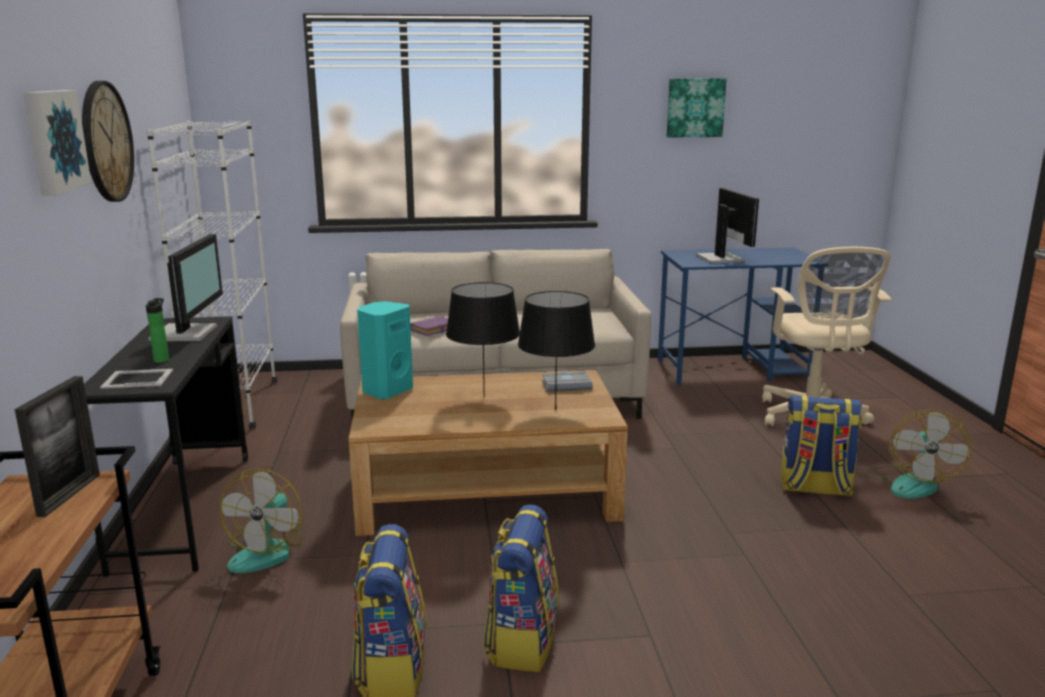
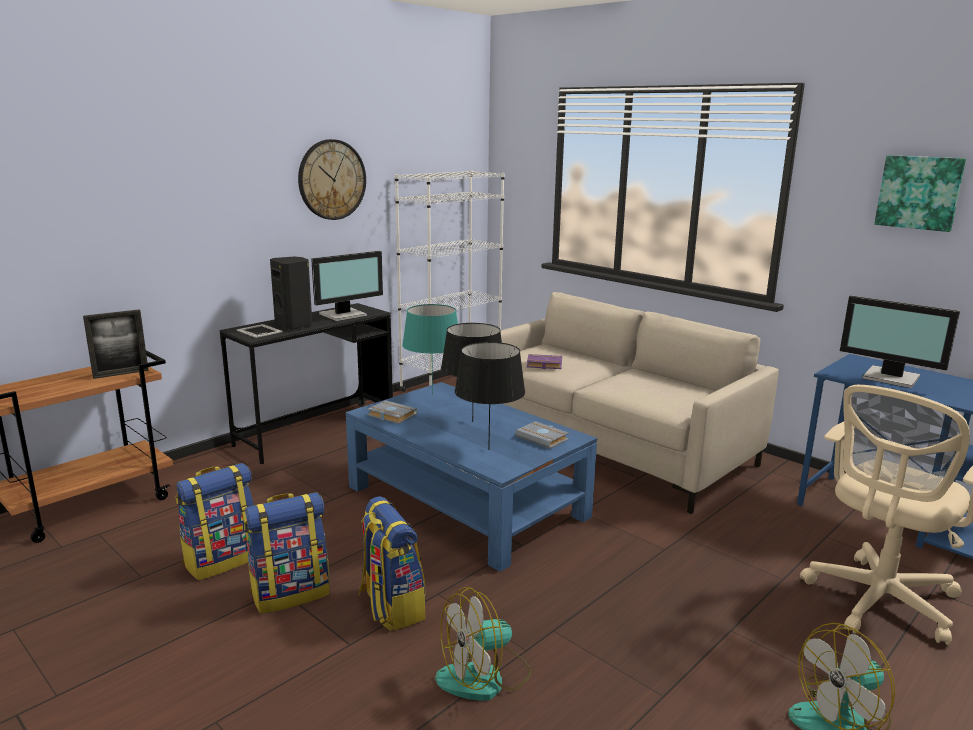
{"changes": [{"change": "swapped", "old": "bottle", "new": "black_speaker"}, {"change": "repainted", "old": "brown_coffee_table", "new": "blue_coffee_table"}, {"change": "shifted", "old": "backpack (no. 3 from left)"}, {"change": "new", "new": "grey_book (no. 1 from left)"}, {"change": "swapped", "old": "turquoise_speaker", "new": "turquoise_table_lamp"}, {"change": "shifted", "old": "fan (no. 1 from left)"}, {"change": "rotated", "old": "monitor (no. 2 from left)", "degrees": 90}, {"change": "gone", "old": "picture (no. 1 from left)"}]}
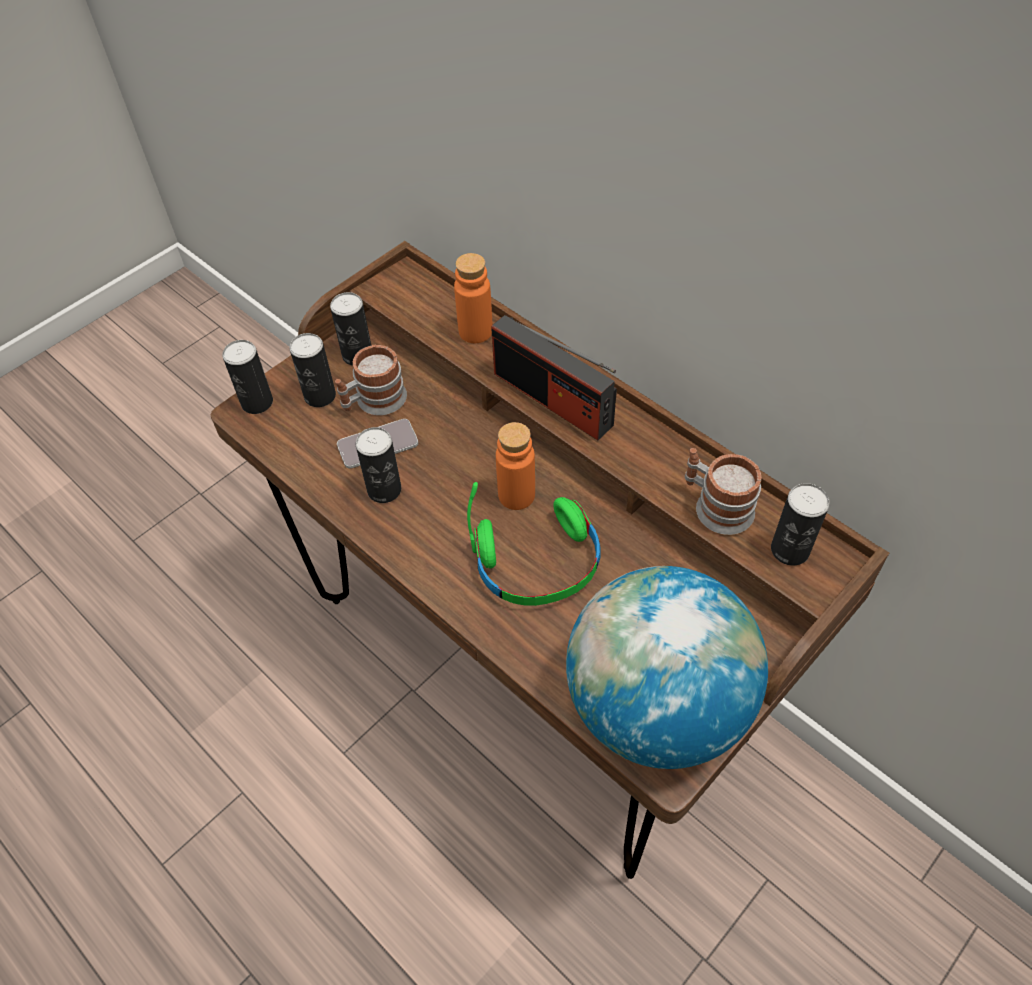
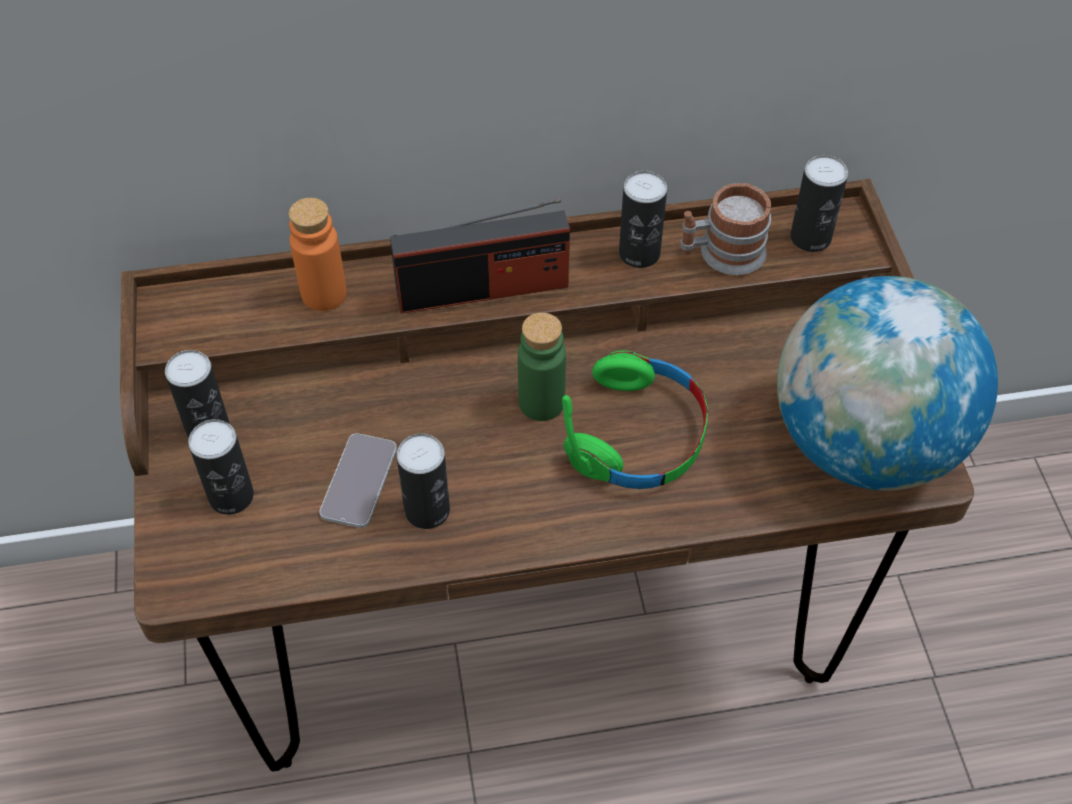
{"changes": [{"change": "repainted", "old": "orange_bottle (no. 2 from left)", "new": "green_bottle"}, {"change": "shifted", "old": "can (no. 1 from left in the first image)", "new": "can (no. 4 from left)"}, {"change": "gone", "old": "mug (no. 1 from left)"}]}
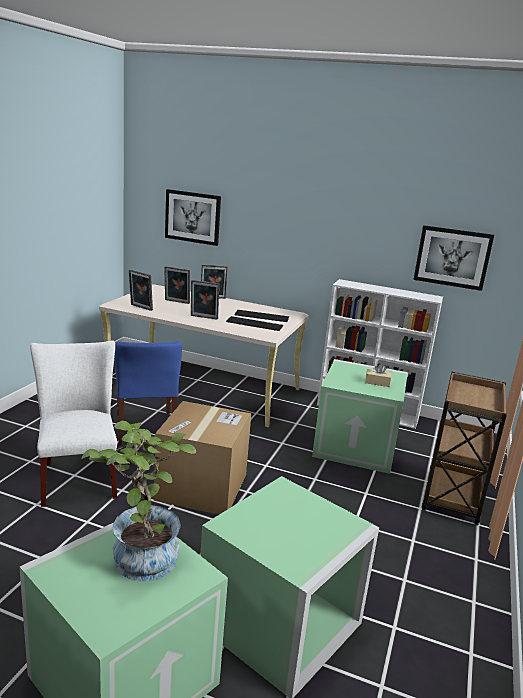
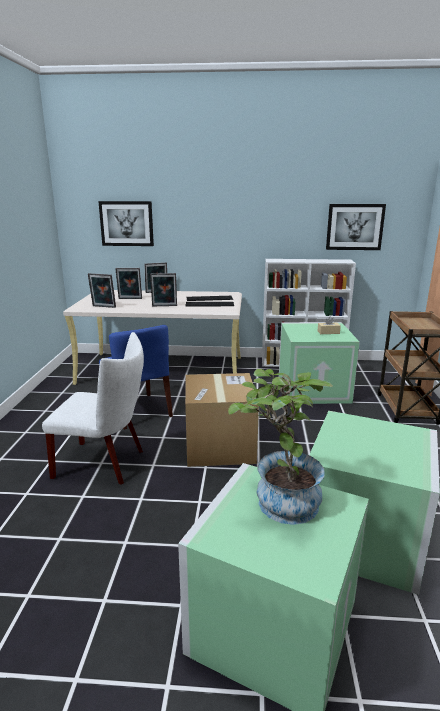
{"changes": [{"change": "rotated", "old": "white_chair", "degrees": 135}]}
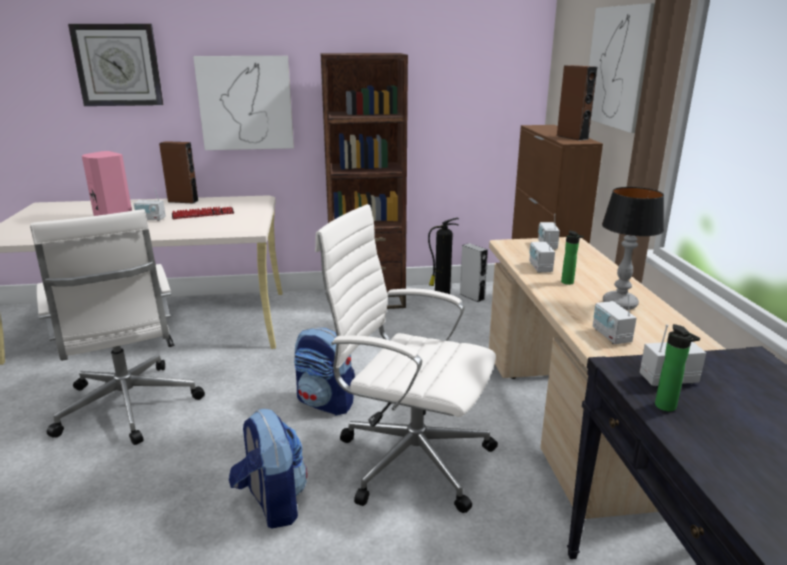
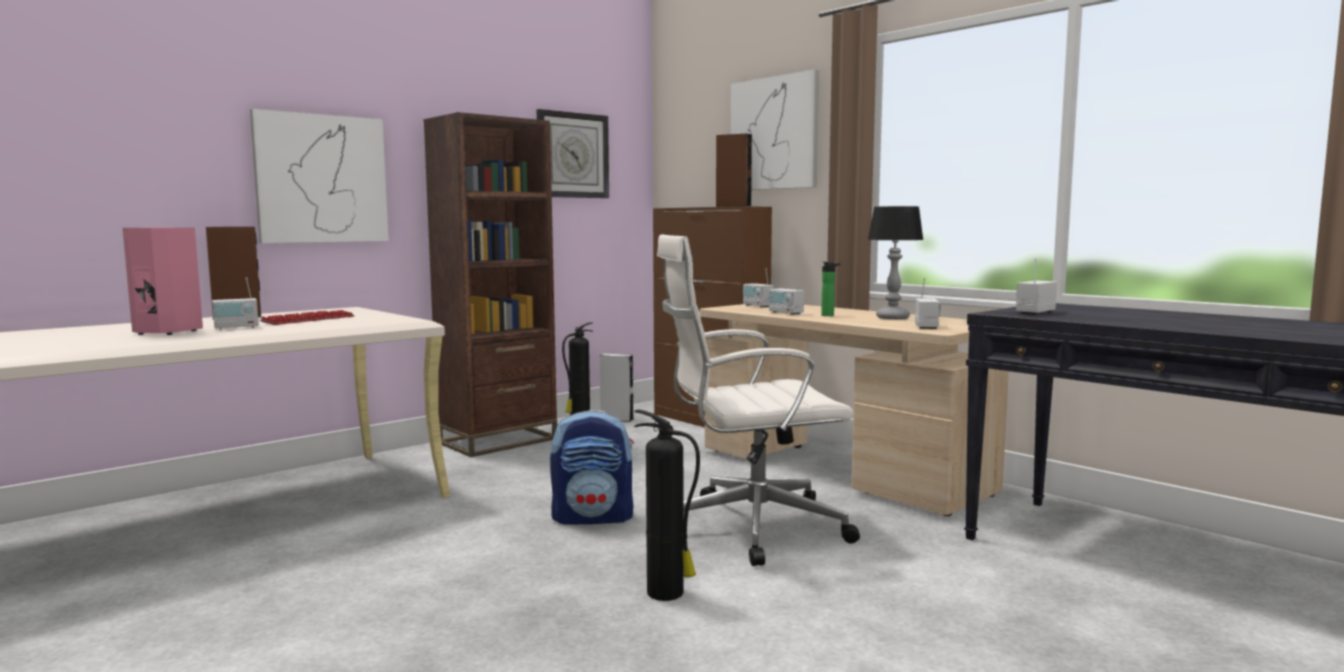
{"changes": [{"change": "shifted", "old": "wall_clock"}, {"change": "swapped", "old": "backpack (no. 1 from left)", "new": "fire_extinguisher (no. 2 from left)"}, {"change": "rotated", "old": "radio (no. 4 from left)", "degrees": -120}, {"change": "gone", "old": "white_office_chair (no. 1 from left)"}, {"change": "gone", "old": "bottle (no. 2 from left)"}]}
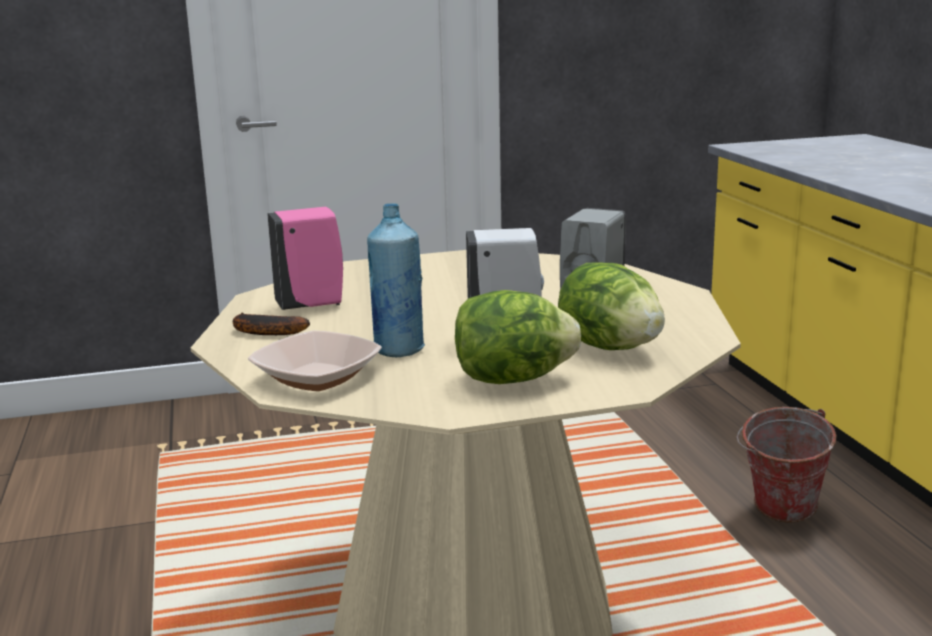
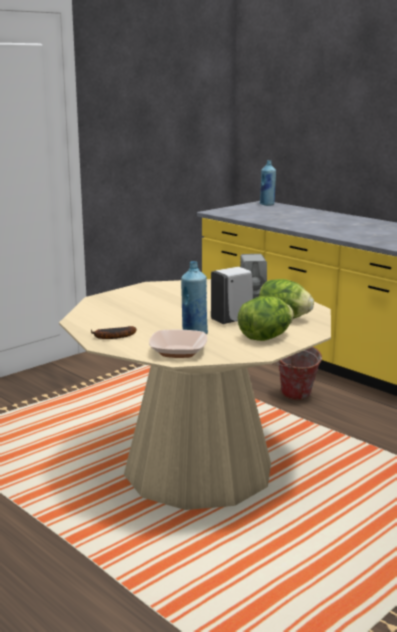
{"changes": [{"change": "new", "new": "blue_bottle (no. 2 from left)"}, {"change": "gone", "old": "pink_soap_dispenser"}]}
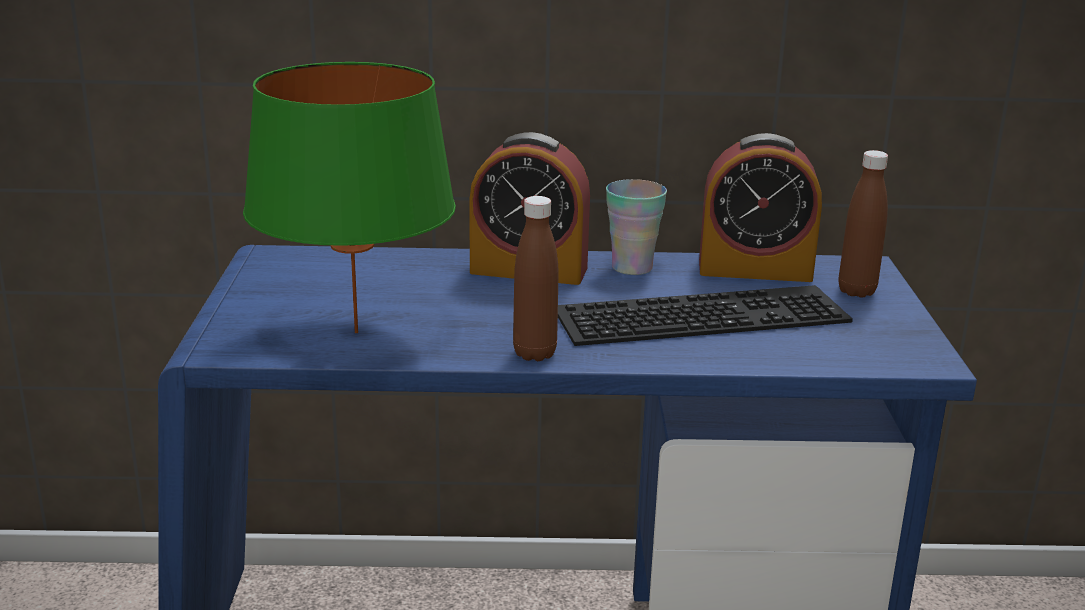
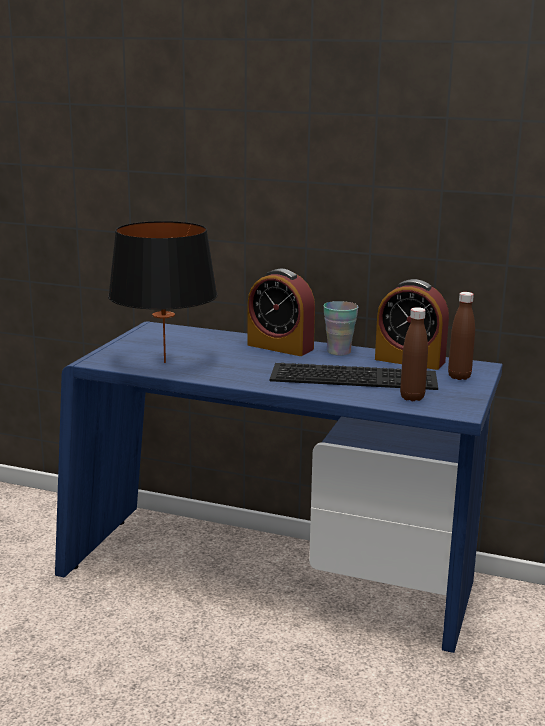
{"changes": [{"change": "repainted", "old": "green_table_lamp", "new": "black_table_lamp"}, {"change": "shifted", "old": "brown_bottle (no. 1 from left)"}]}
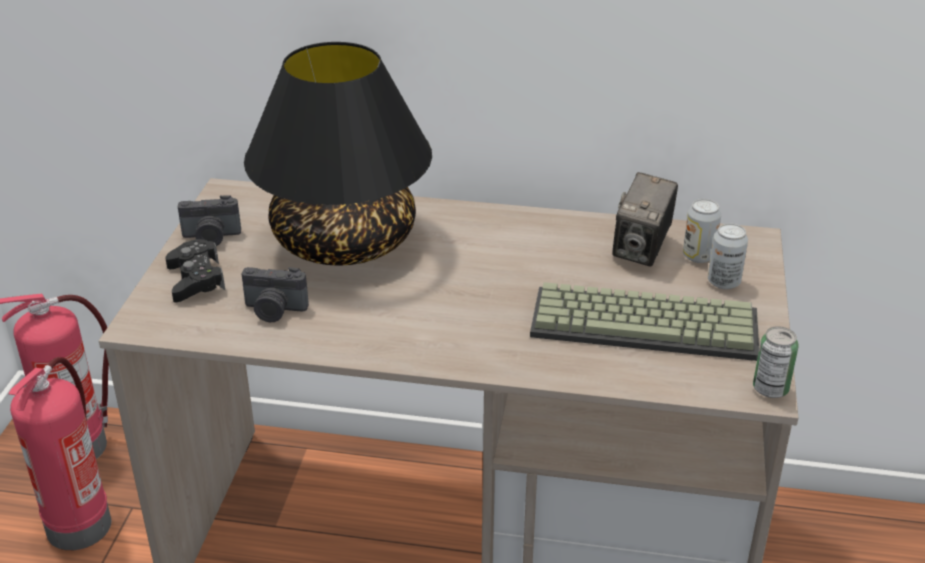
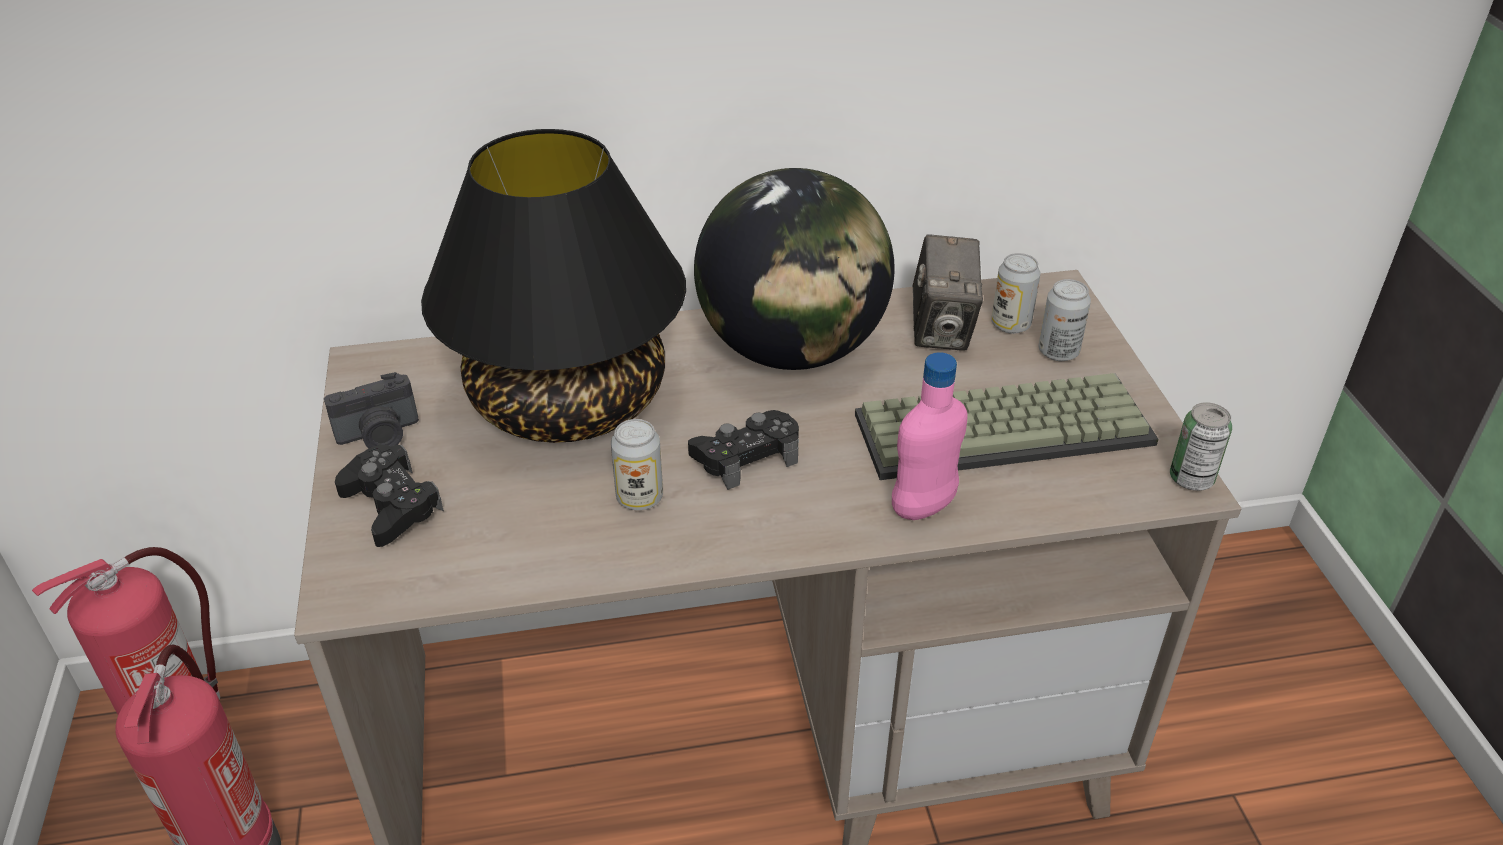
{"changes": [{"change": "new", "new": "can (no. 1 from left)"}, {"change": "new", "new": "black_game_controller (no. 2 from left)"}, {"change": "new", "new": "globe"}, {"change": "new", "new": "pink_bottle"}, {"change": "gone", "old": "photo_camera (no. 2 from left)"}]}
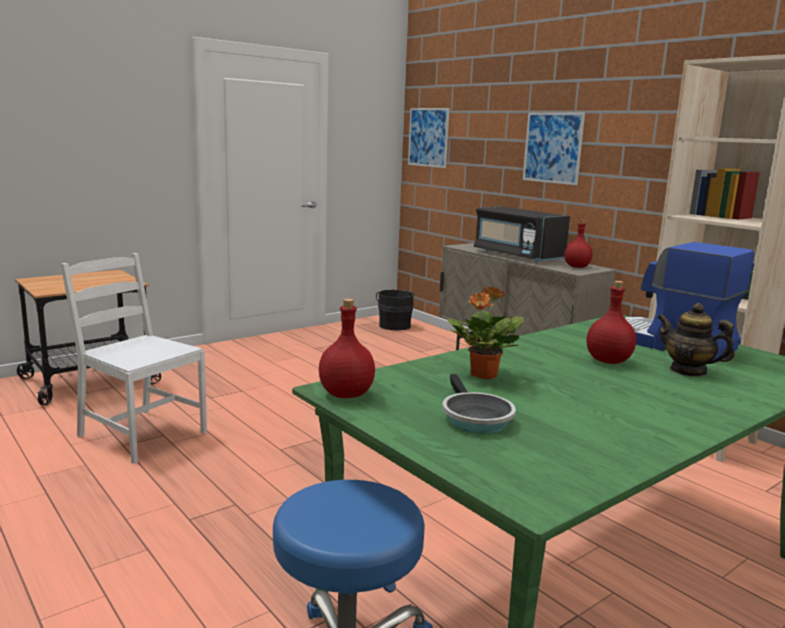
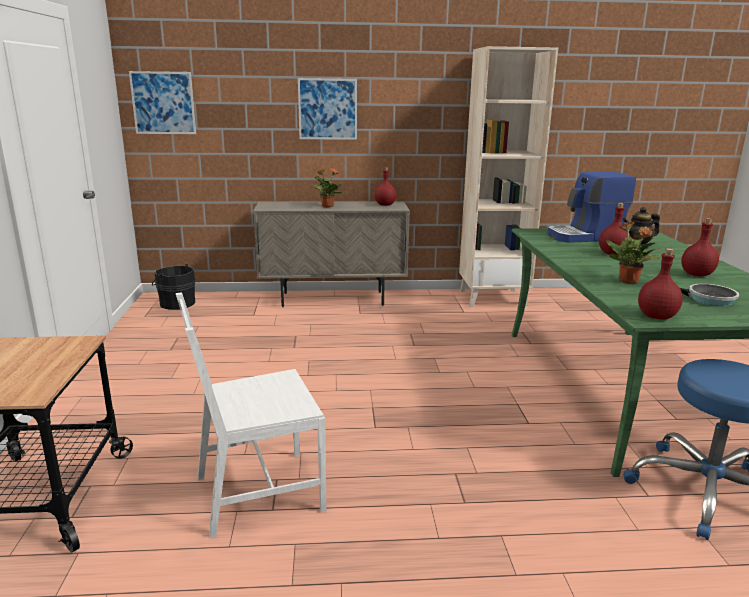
{"changes": [{"change": "swapped", "old": "black_microwave", "new": "potted_plant (no. 1 from left)"}, {"change": "new", "new": "red_bottle (no. 4 from left)"}]}
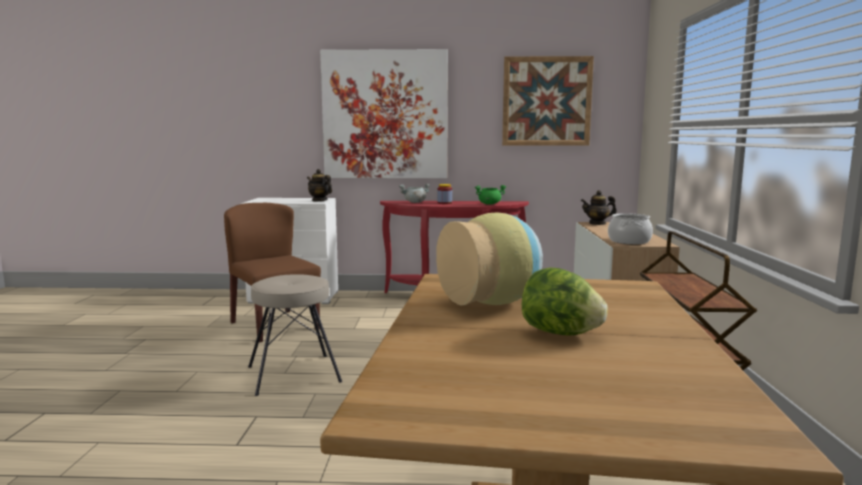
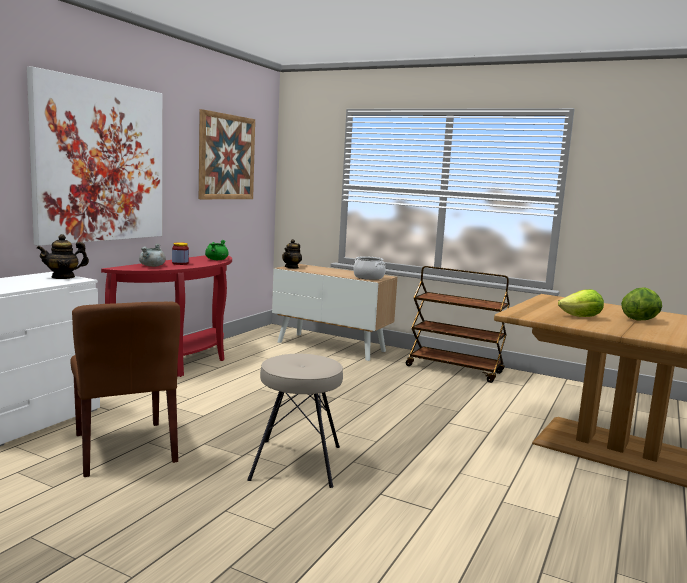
{"changes": [{"change": "rotated", "old": "brown_chair", "degrees": -105}, {"change": "swapped", "old": "vase", "new": "lettuce (no. 1 from left)"}]}
